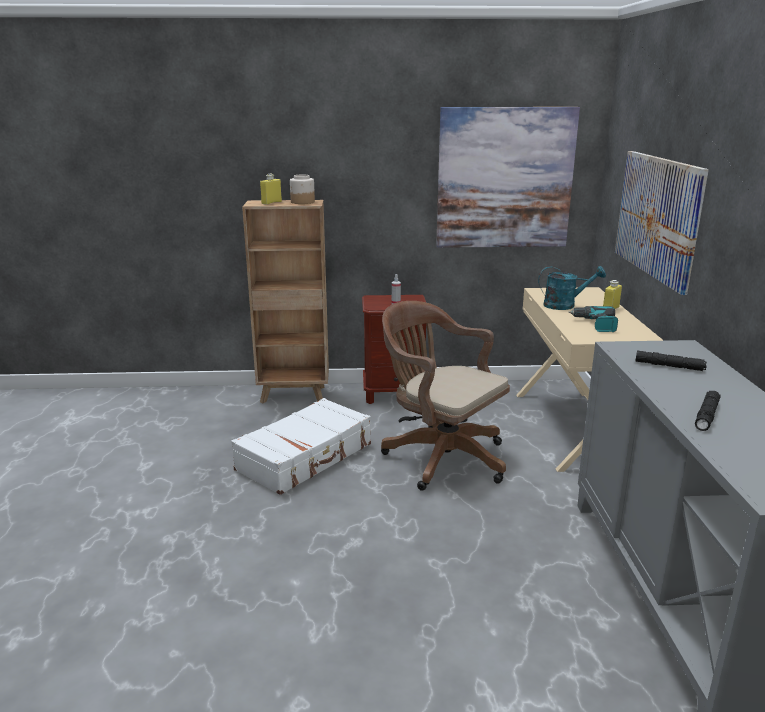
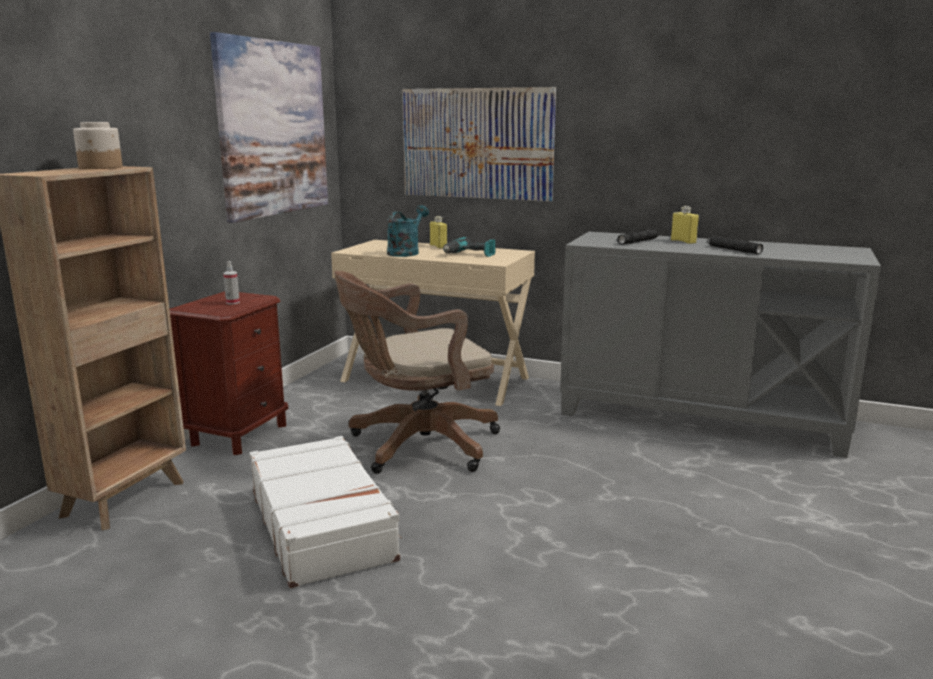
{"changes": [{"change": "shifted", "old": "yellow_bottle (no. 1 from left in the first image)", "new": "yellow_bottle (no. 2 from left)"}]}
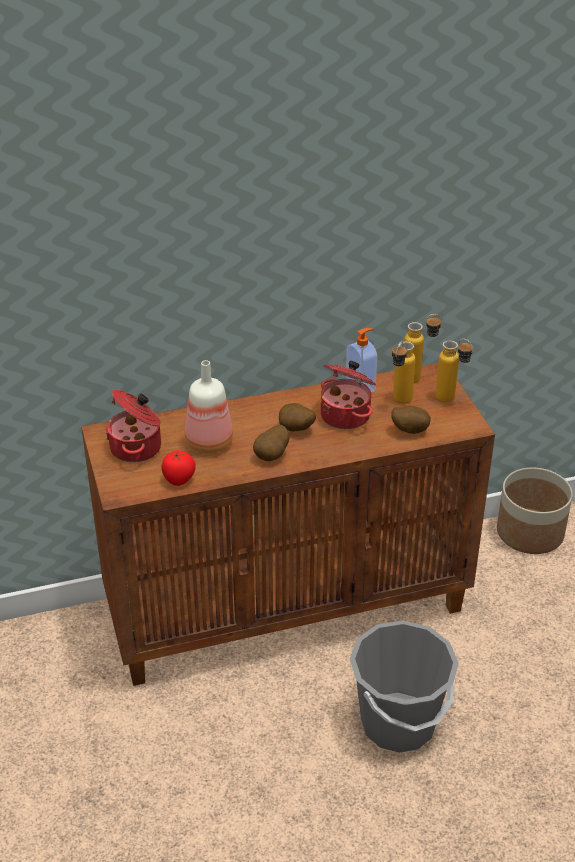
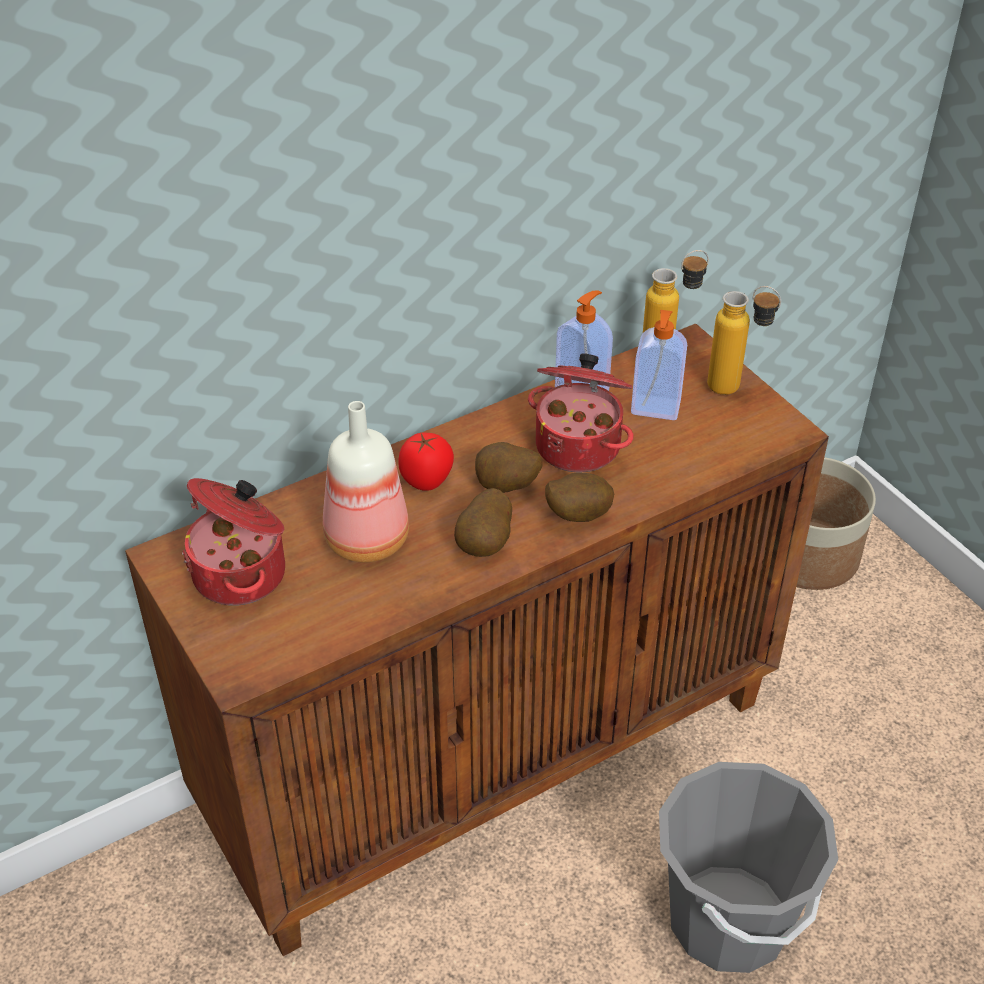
{"changes": [{"change": "shifted", "old": "tomato"}, {"change": "shifted", "old": "potato (no. 3 from left)"}, {"change": "swapped", "old": "bottle (no. 2 from left)", "new": "soap_dispenser (no. 2 from left)"}]}
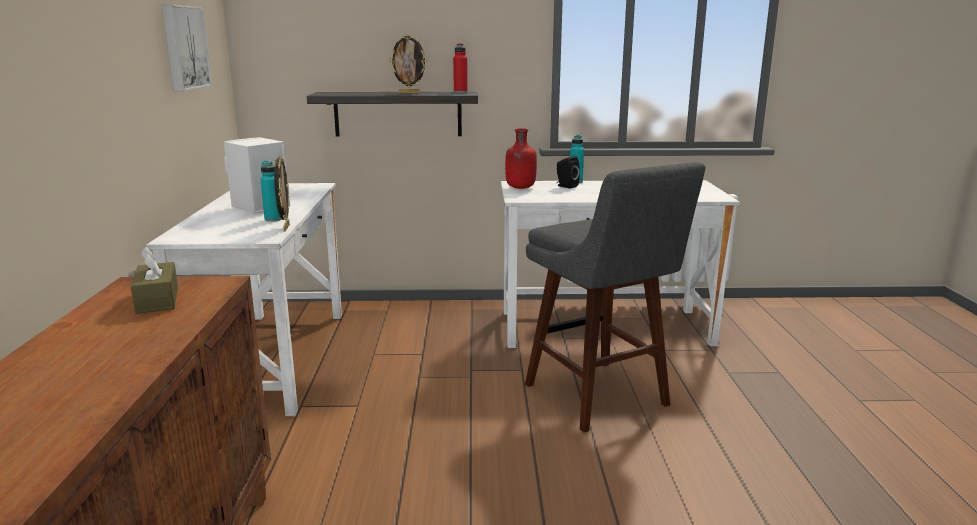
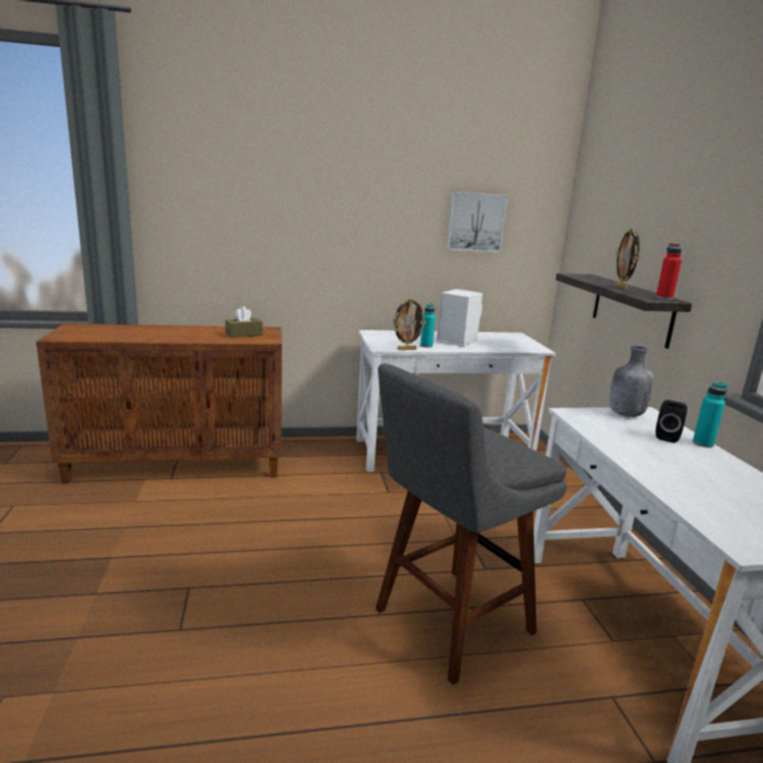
{"changes": [{"change": "repainted", "old": "red_bottle (no. 2 from left)", "new": "grey_bottle"}]}
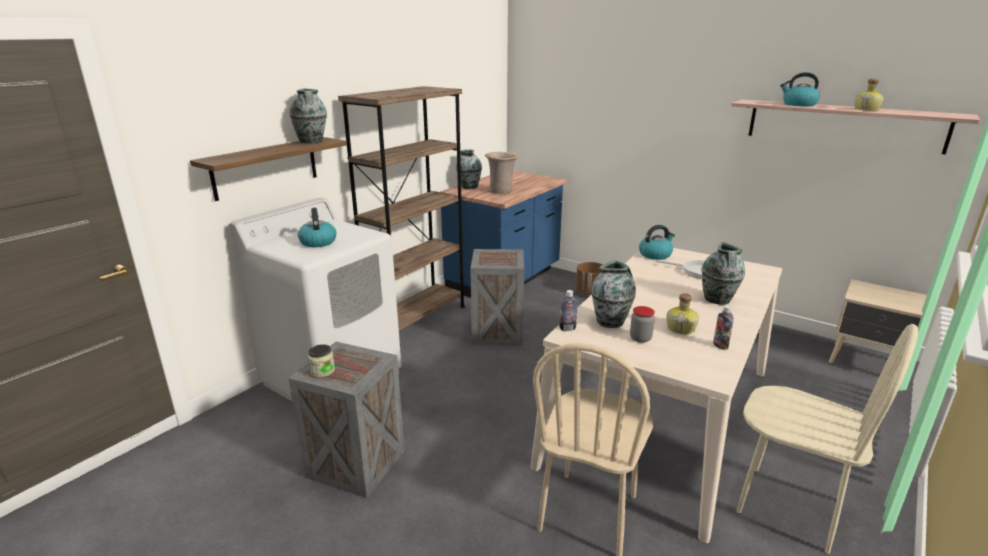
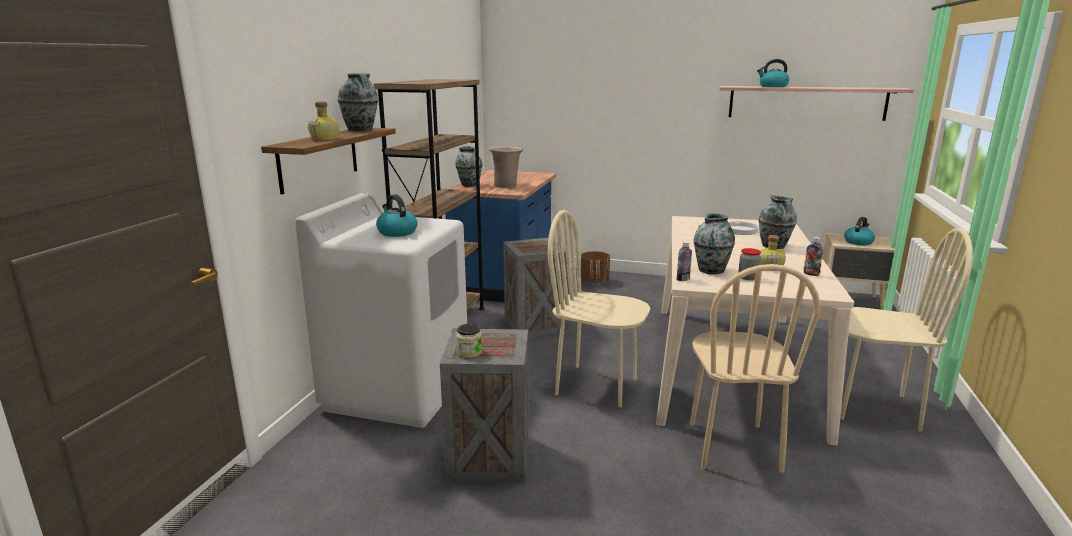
{"changes": [{"change": "shifted", "old": "bottle (no. 4 from left in the first image)", "new": "bottle (no. 1 from left)"}, {"change": "new", "new": "beige_chair (no. 1 from left)"}, {"change": "shifted", "old": "kettle (no. 2 from left in the first image)", "new": "kettle (no. 3 from left)"}]}
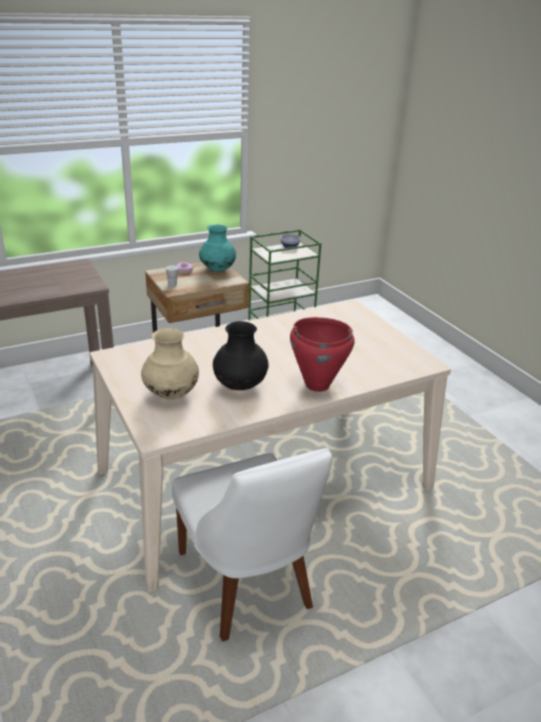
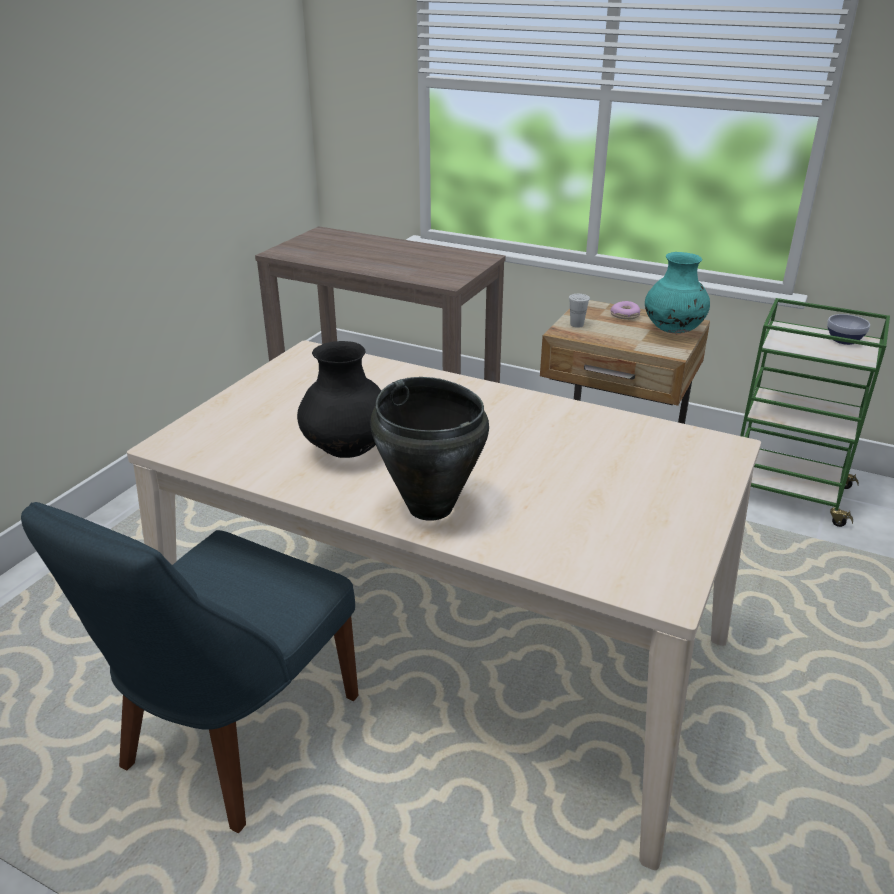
{"changes": [{"change": "repainted", "old": "white_chair", "new": "blue_chair"}, {"change": "repainted", "old": "red_cooking_pot", "new": "black_cooking_pot"}, {"change": "gone", "old": "beige_vase"}]}
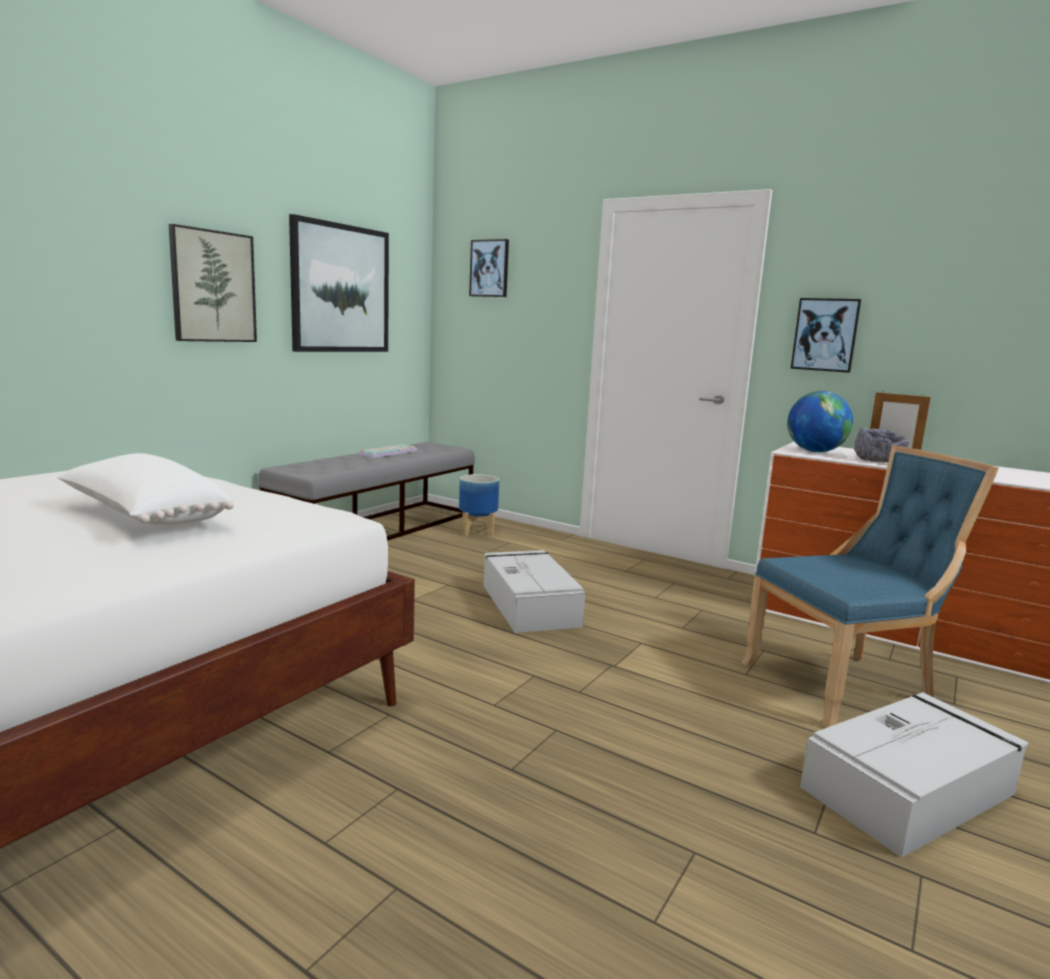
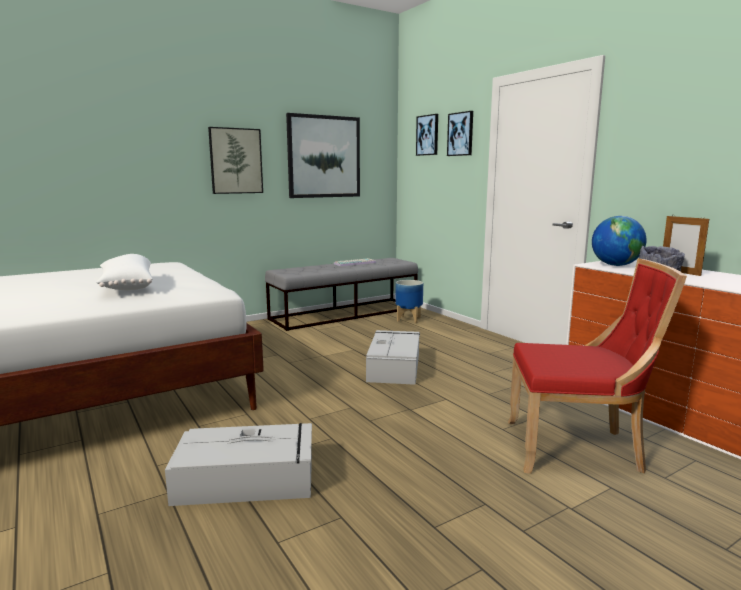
{"changes": [{"change": "shifted", "old": "grey_storage_box (no. 2 from left in the first image)", "new": "grey_storage_box (no. 1 from left)"}, {"change": "shifted", "old": "picture (no. 4 from left)"}, {"change": "repainted", "old": "blue_chair", "new": "red_chair"}]}
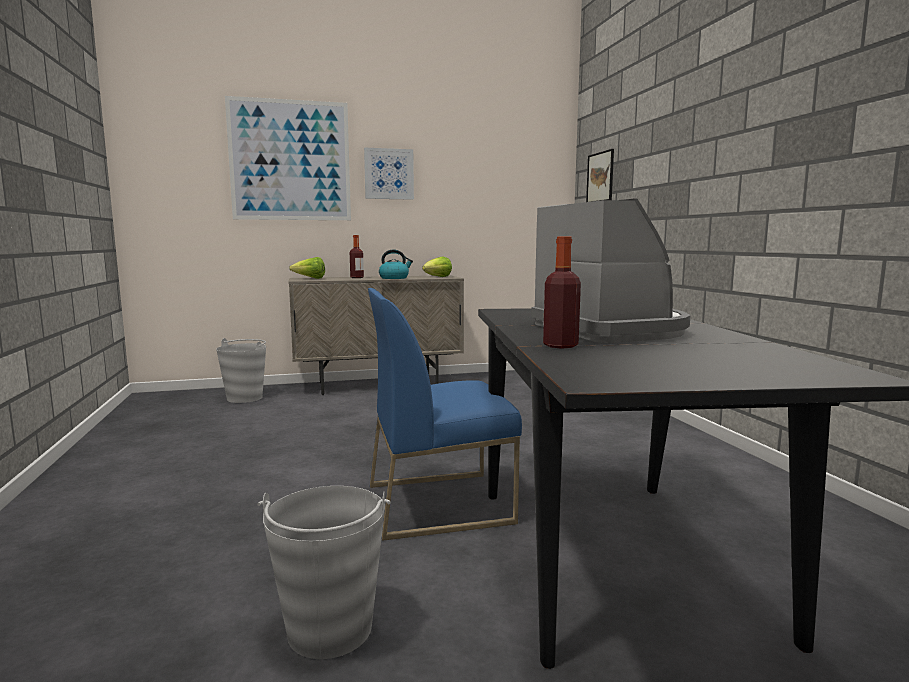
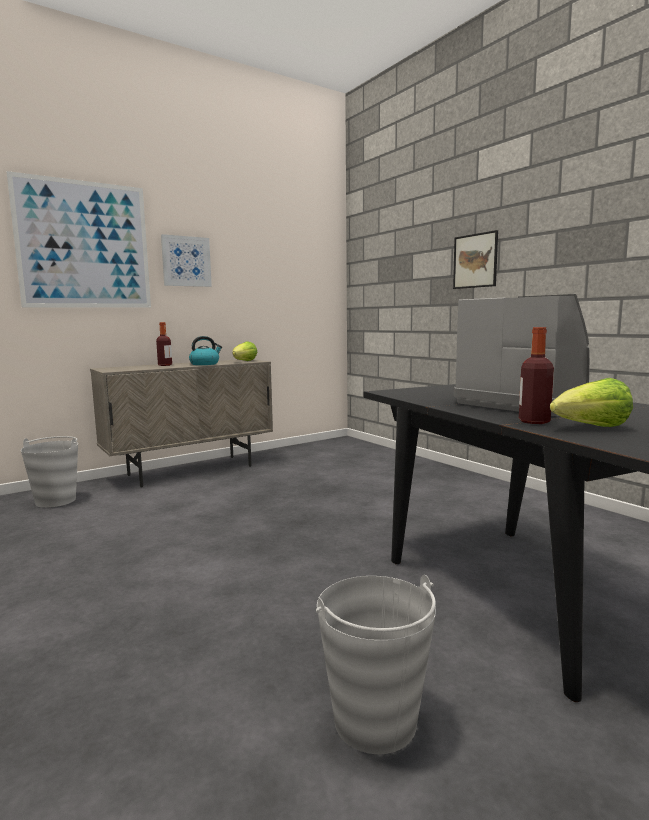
{"changes": [{"change": "shifted", "old": "picture (no. 3 from left)"}, {"change": "shifted", "old": "lettuce (no. 1 from left in the first image)", "new": "lettuce (no. 2 from left)"}, {"change": "gone", "old": "blue_chair"}]}
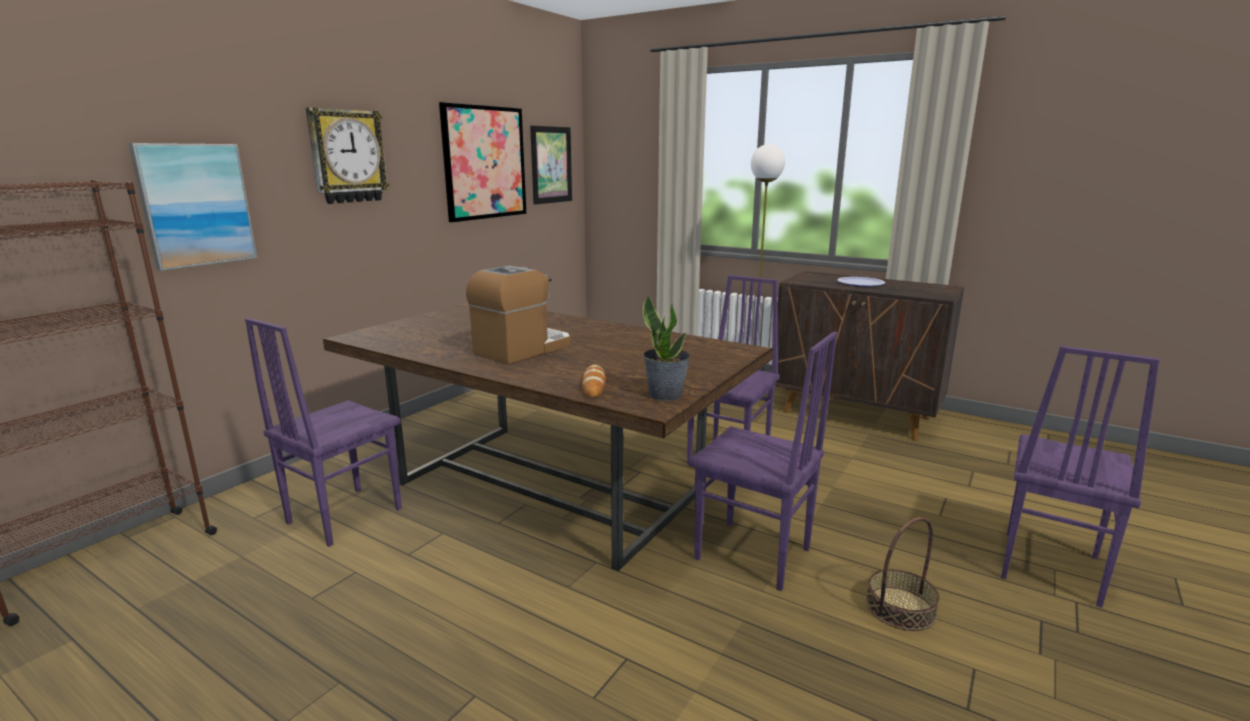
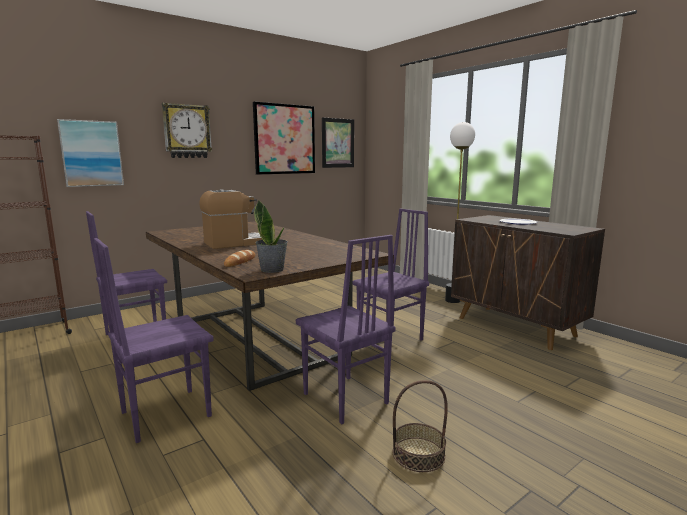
{"changes": [{"change": "shifted", "old": "purple_chair (no. 4 from left in the first image)", "new": "purple_chair (no. 2 from left)"}]}
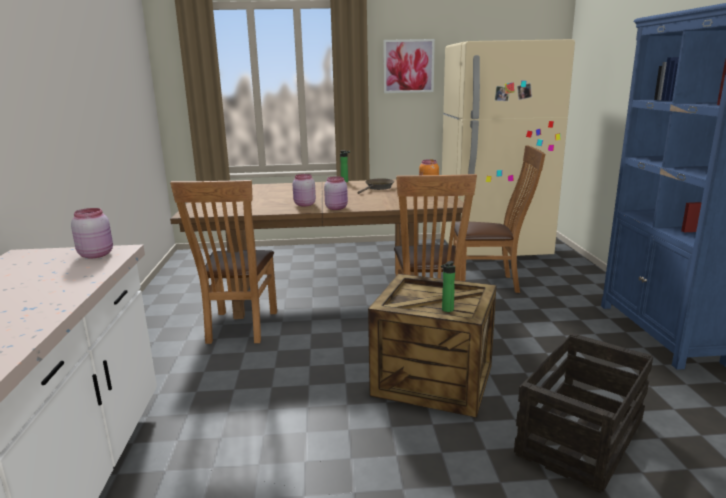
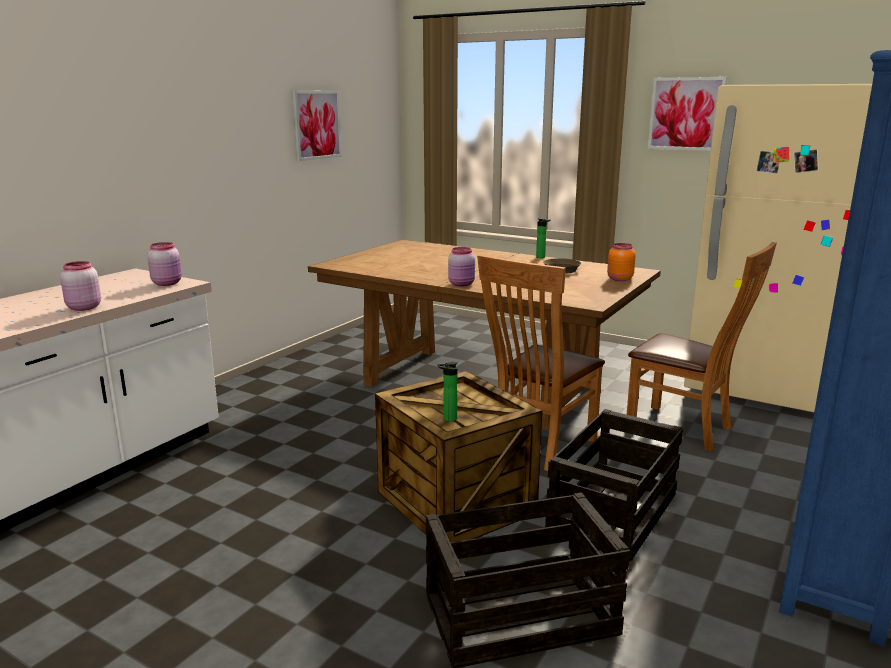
{"changes": [{"change": "shifted", "old": "pink_jar (no. 2 from left in the first image)", "new": "pink_jar (no. 1 from left)"}, {"change": "new", "new": "picture (no. 1 from left)"}, {"change": "new", "new": "crate (no. 3 from left)"}, {"change": "gone", "old": "brown_chair (no. 1 from left)"}]}
